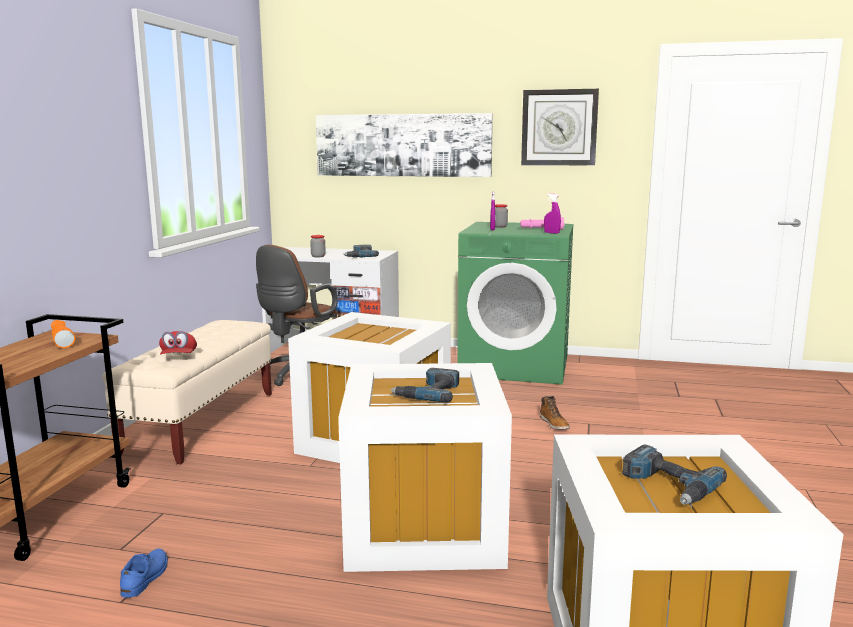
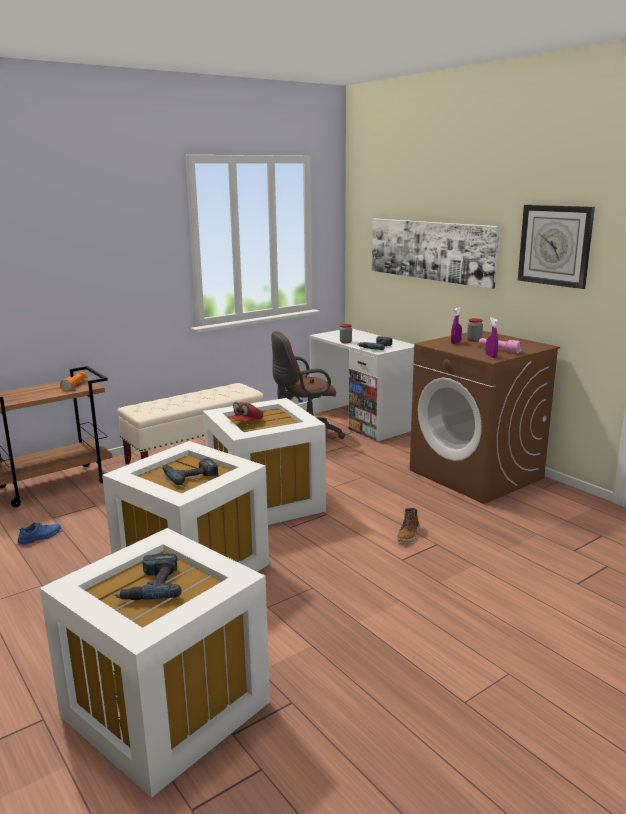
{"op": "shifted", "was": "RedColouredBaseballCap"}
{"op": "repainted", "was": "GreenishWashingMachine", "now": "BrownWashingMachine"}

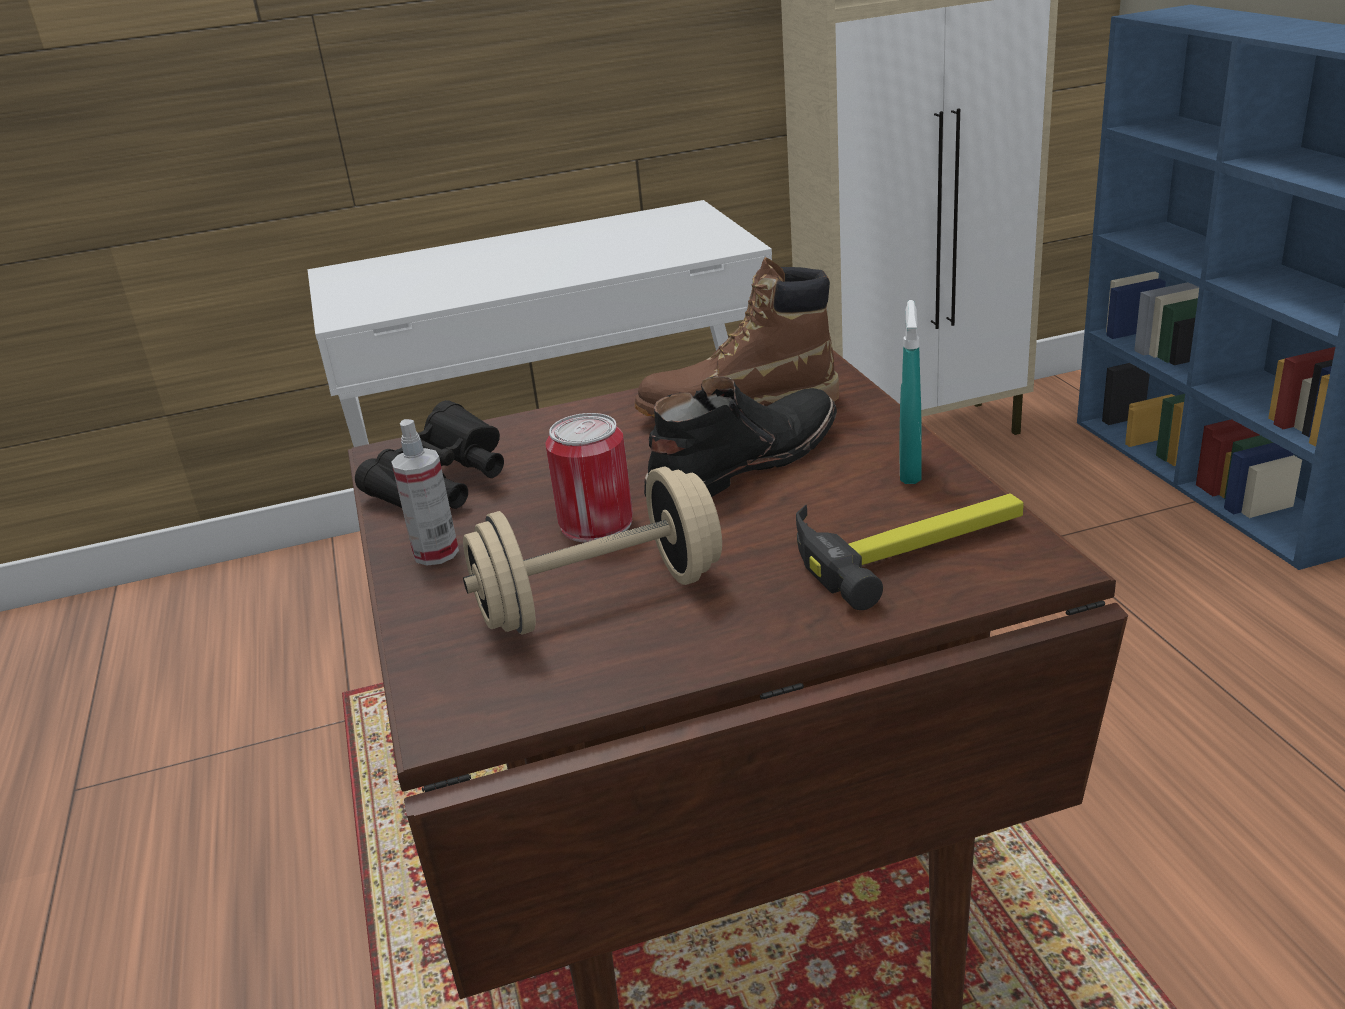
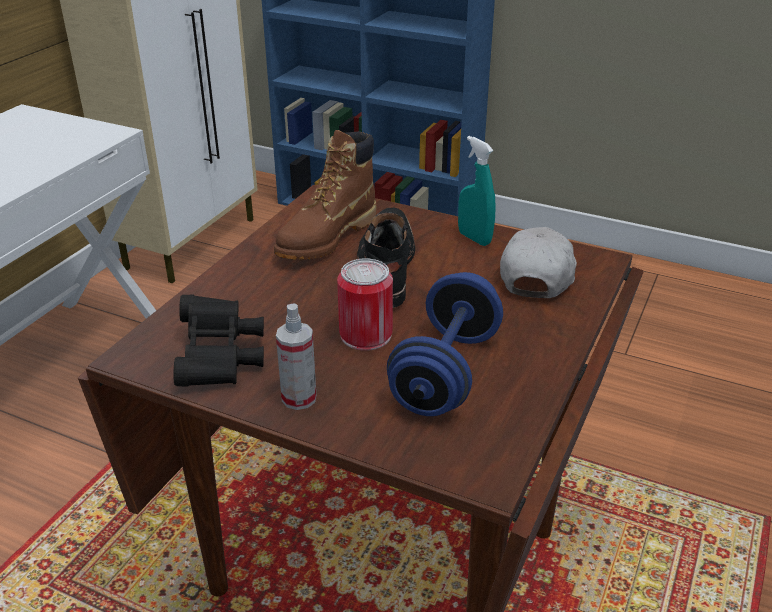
{"op": "repainted", "was": "BeigeColouredFreeWeight", "now": "BlueColouredFreeWeight"}
{"op": "swapped", "was": "Hammer", "now": "WhiteColouredBaseballCap"}

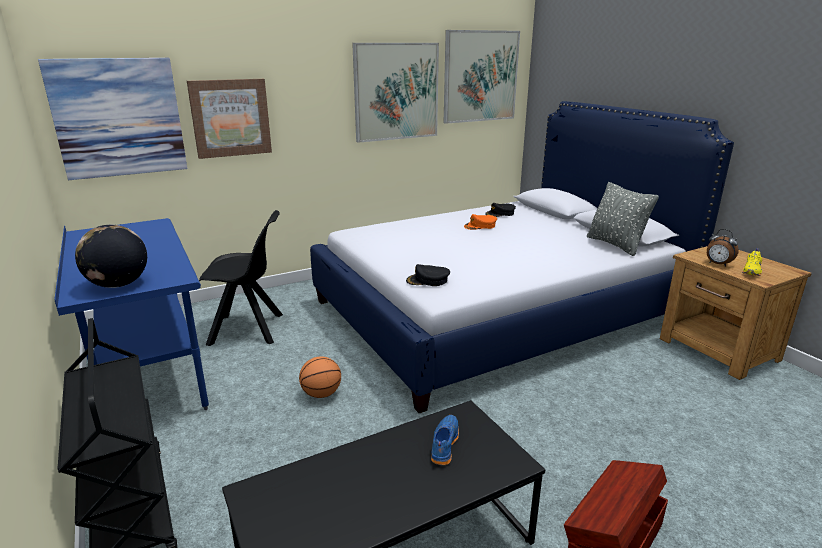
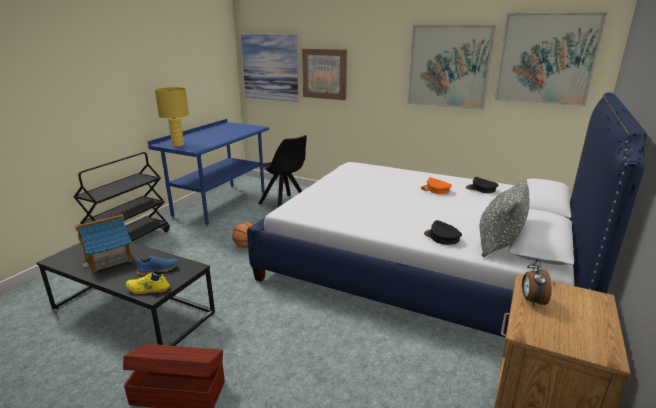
{"op": "swapped", "was": "WorldGlobe", "now": "YellowColouredTabletopLamp"}
{"op": "shifted", "was": "BlackBaseballCap (no. 1 from left)"}
{"op": "shifted", "was": "YellowColouredLowShoe"}
{"op": "new", "now": "MiniatureHouse"}

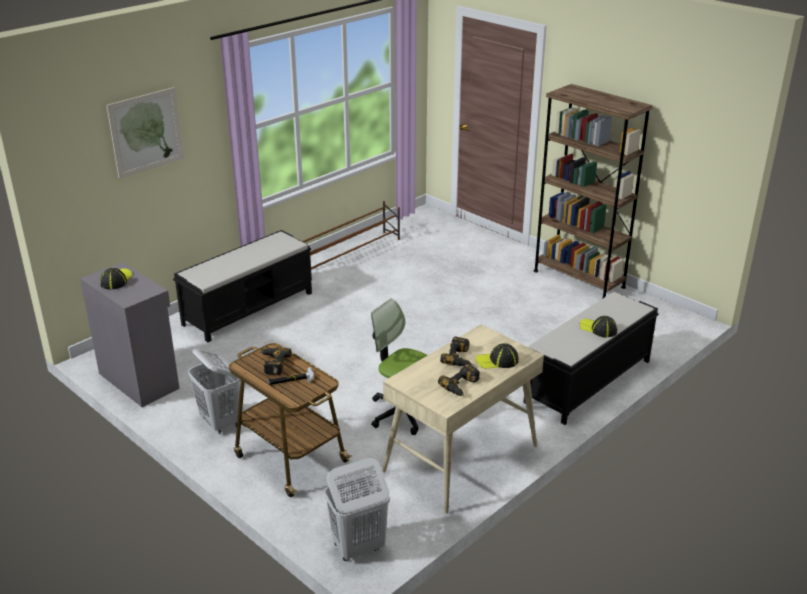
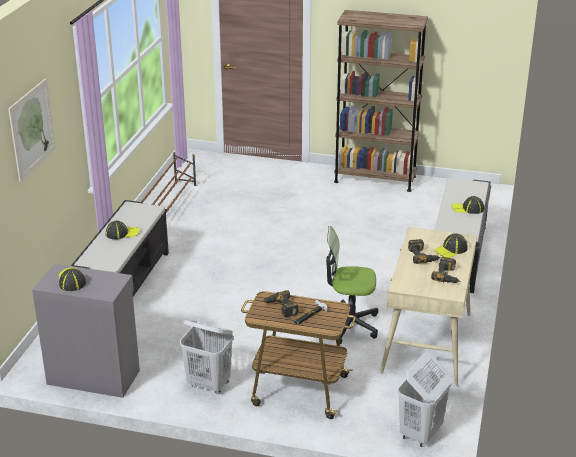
{"op": "new", "now": "BaseballCap (no. 2 from left)"}

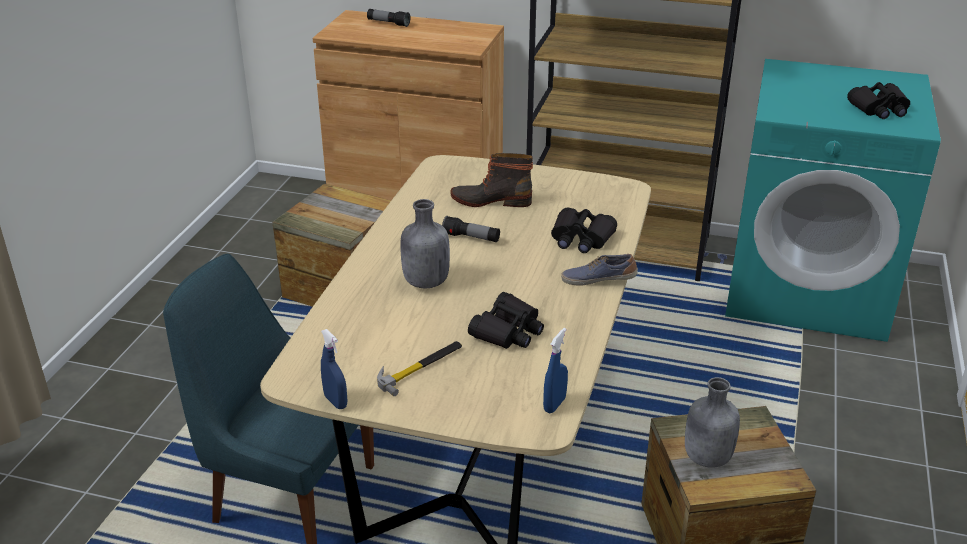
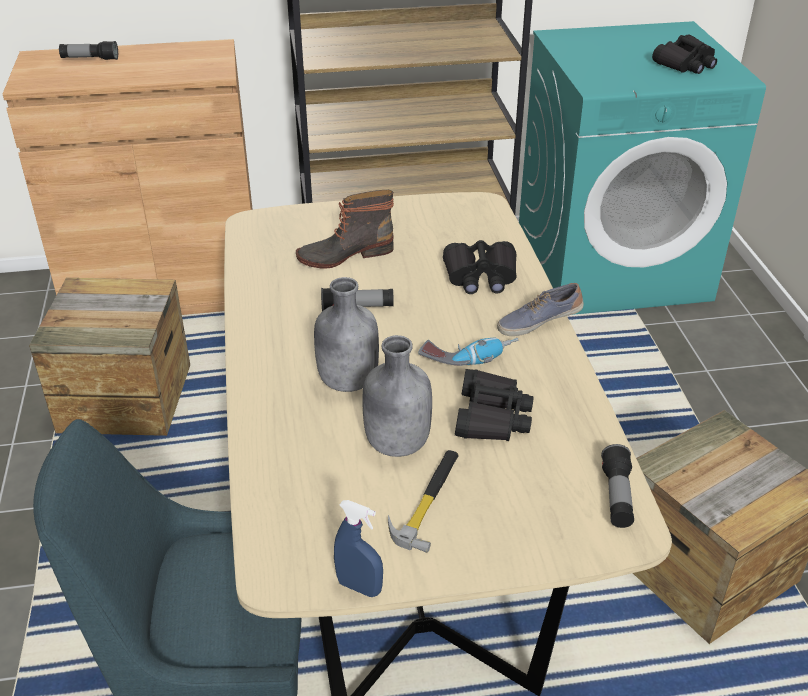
{"op": "swapped", "was": "BlueColouredSprayBottle (no. 2 from left)", "now": "Torch (no. 3 from left)"}
{"op": "shifted", "was": "GrayBottle (no. 2 from left)"}
{"op": "new", "now": "ElectricDrill"}

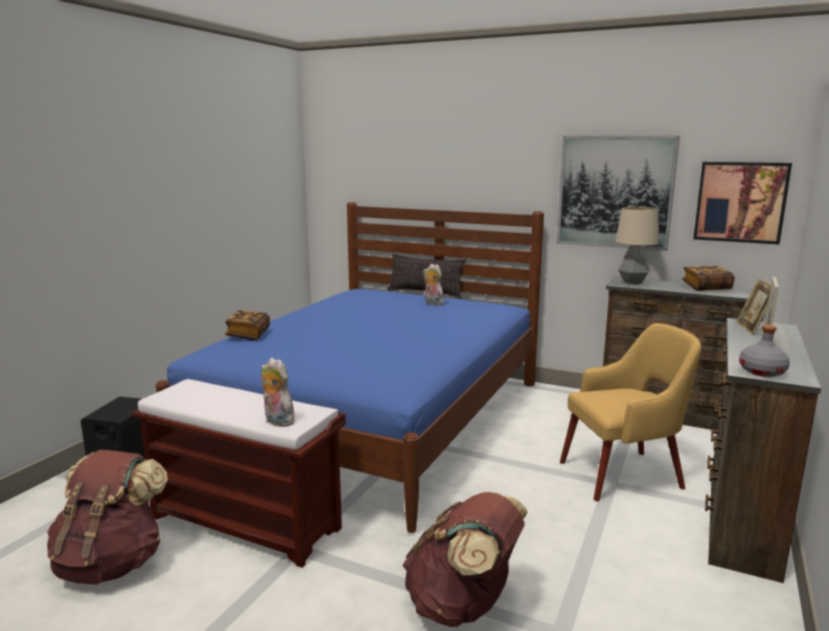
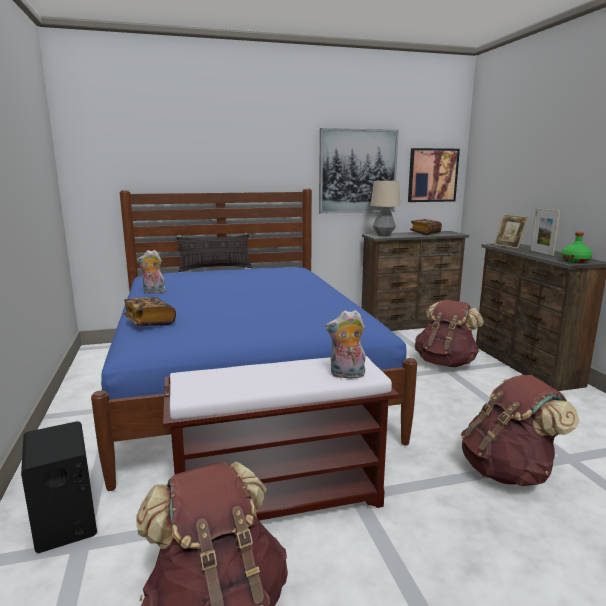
{"op": "shifted", "was": "PlushToy (no. 2 from left in the first image)", "now": "PlushToy (no. 1 from left)"}
{"op": "swapped", "was": "YellowColouredLoungeChair", "now": "BrownKnapsack (no. 2 from left)"}
{"op": "repainted", "was": "GrayBottle", "now": "GreenishBottle"}

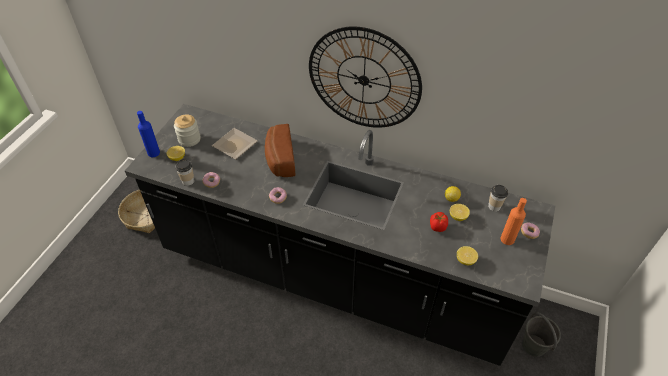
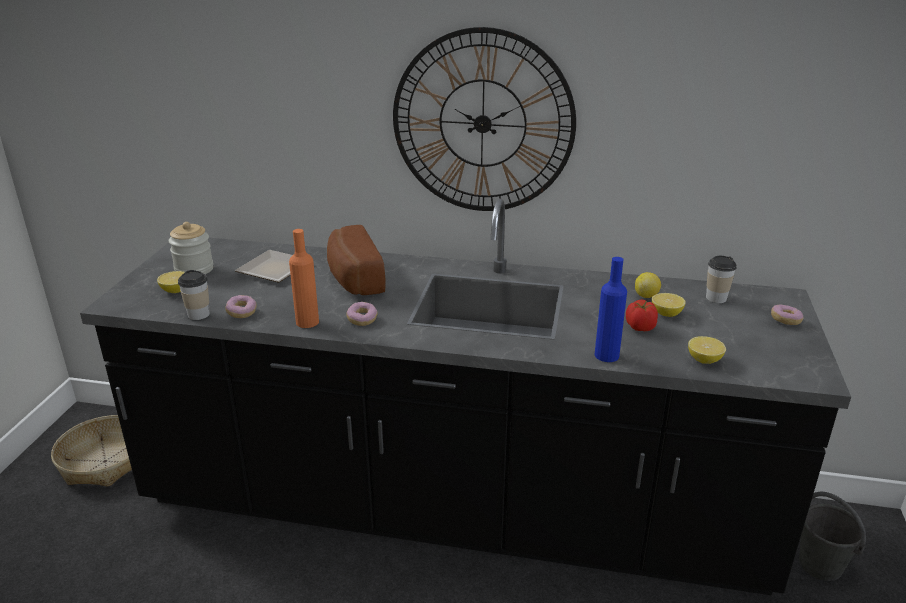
{"op": "shifted", "was": "BlueColouredBottle"}
{"op": "shifted", "was": "OrangeBottle"}

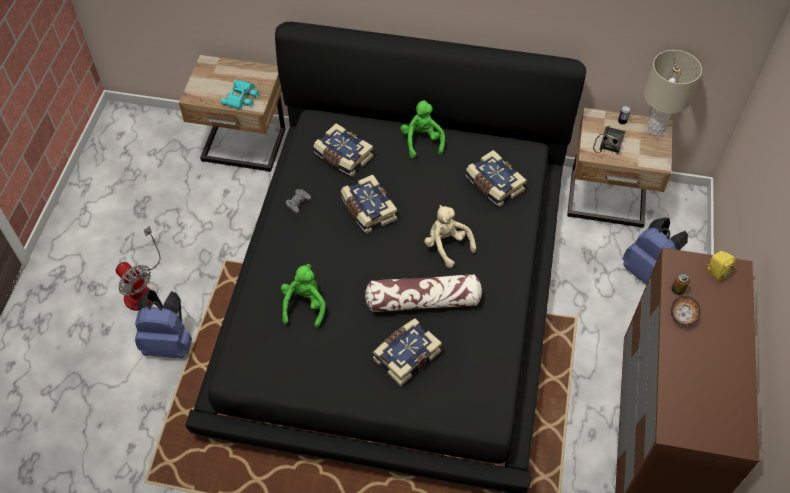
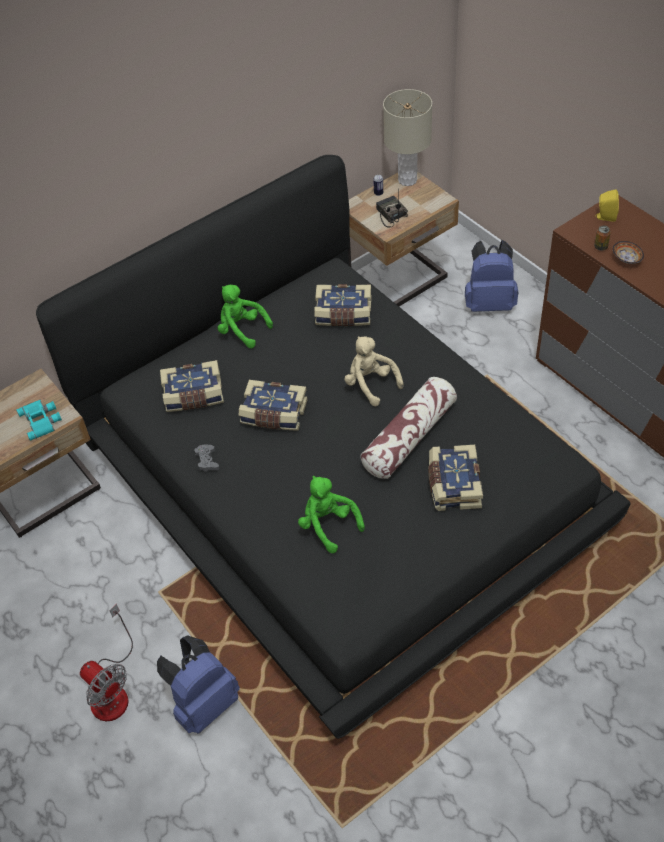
{"op": "rotated", "was": "Fan", "clockwise": 45}
{"op": "rotated", "was": "BeigeColouredPlushToy", "clockwise": 45}

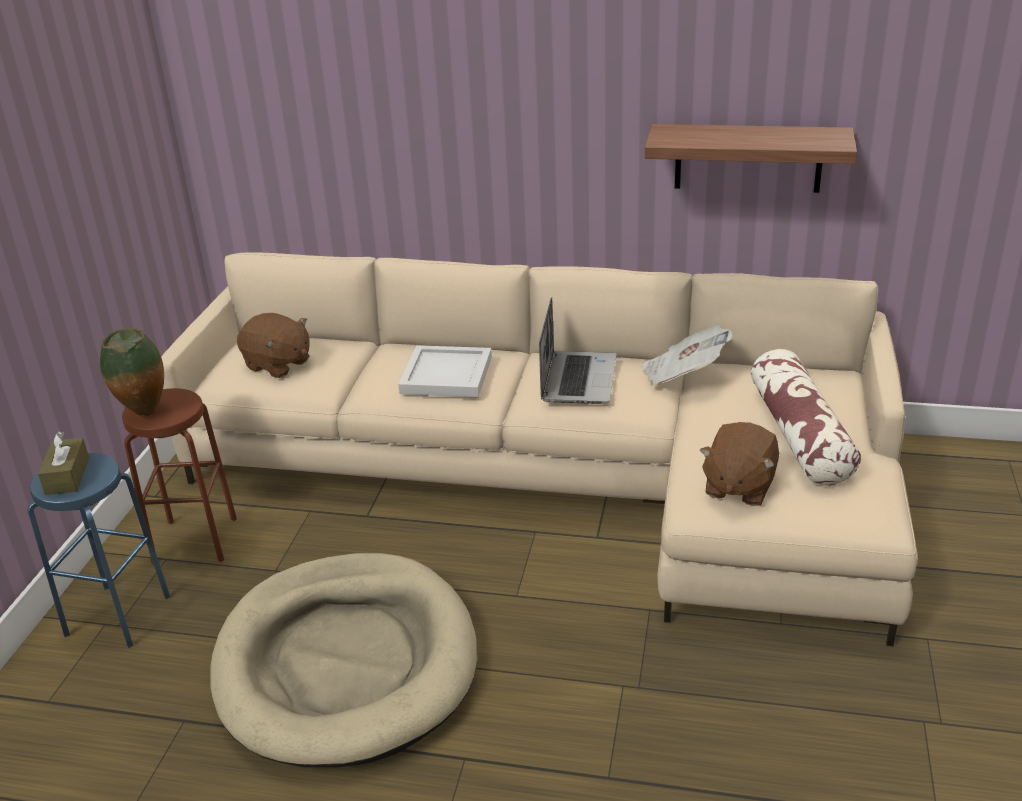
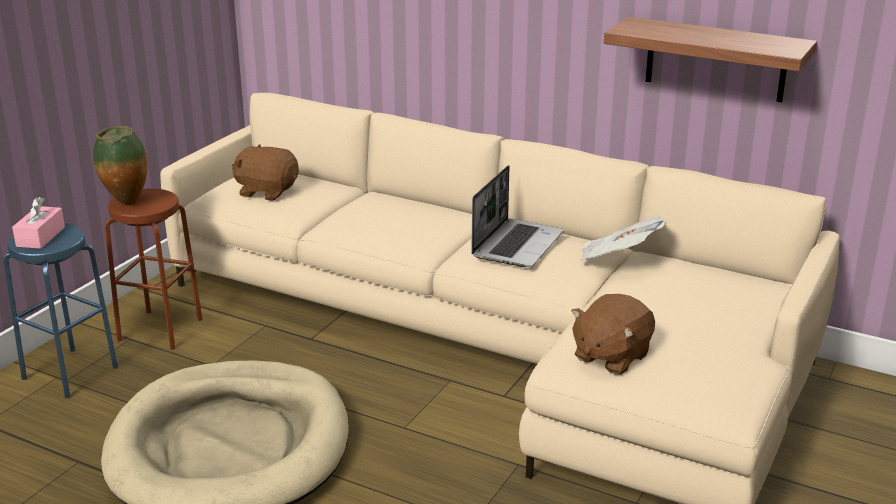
{"op": "repainted", "was": "BrownBoxOfTissues", "now": "PinkBoxOfTissues"}
{"op": "rotated", "was": "BrownPlushToy (no. 1 from left)", "clockwise": 150}
{"op": "gone", "was": "WhiteColouredTray"}
{"op": "gone", "was": "Cushion"}

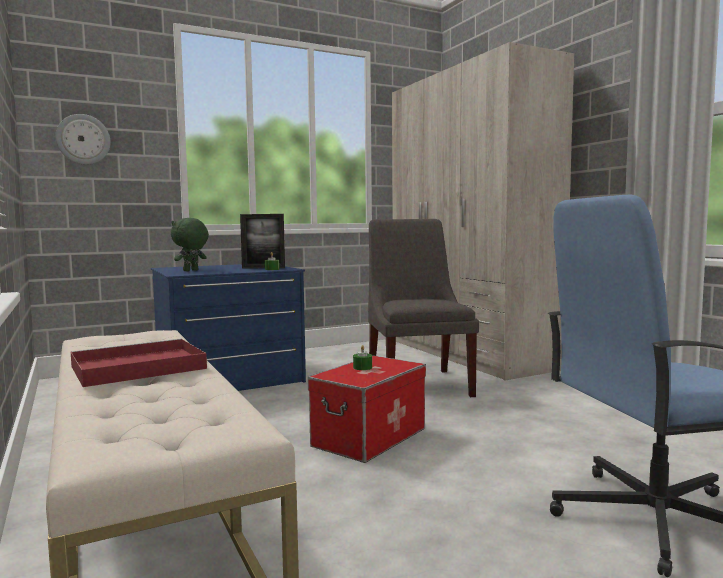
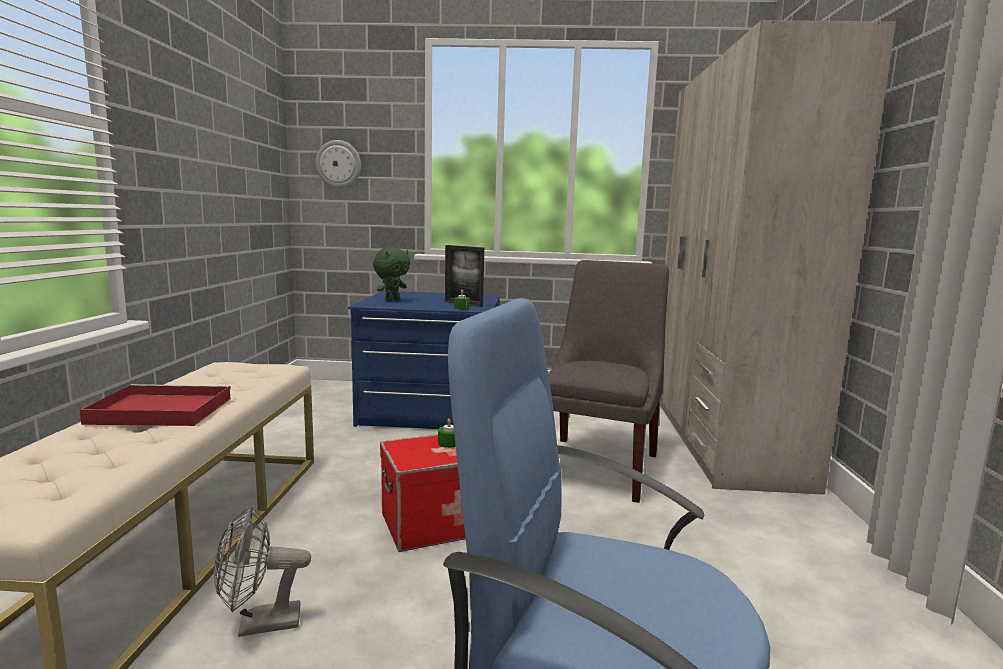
{"op": "rotated", "was": "GreenishPlushToy", "clockwise": 150}
{"op": "new", "now": "GrayFan"}

